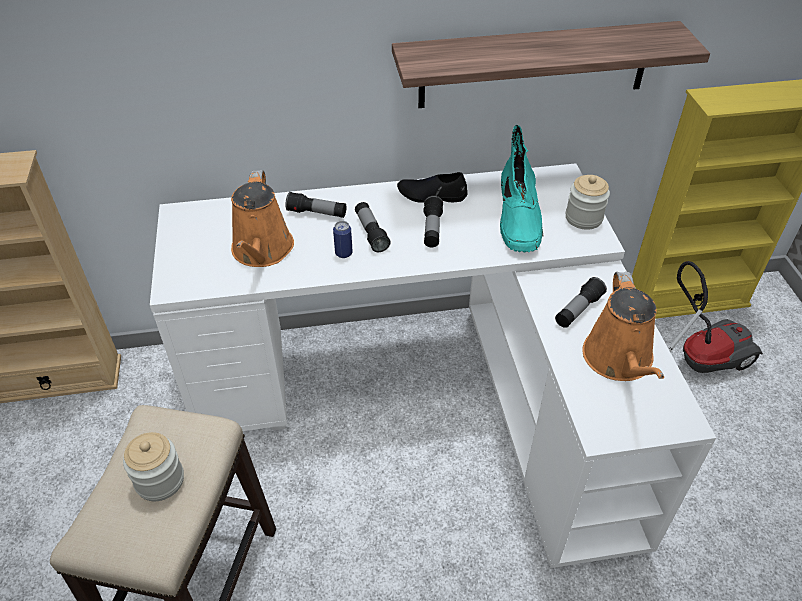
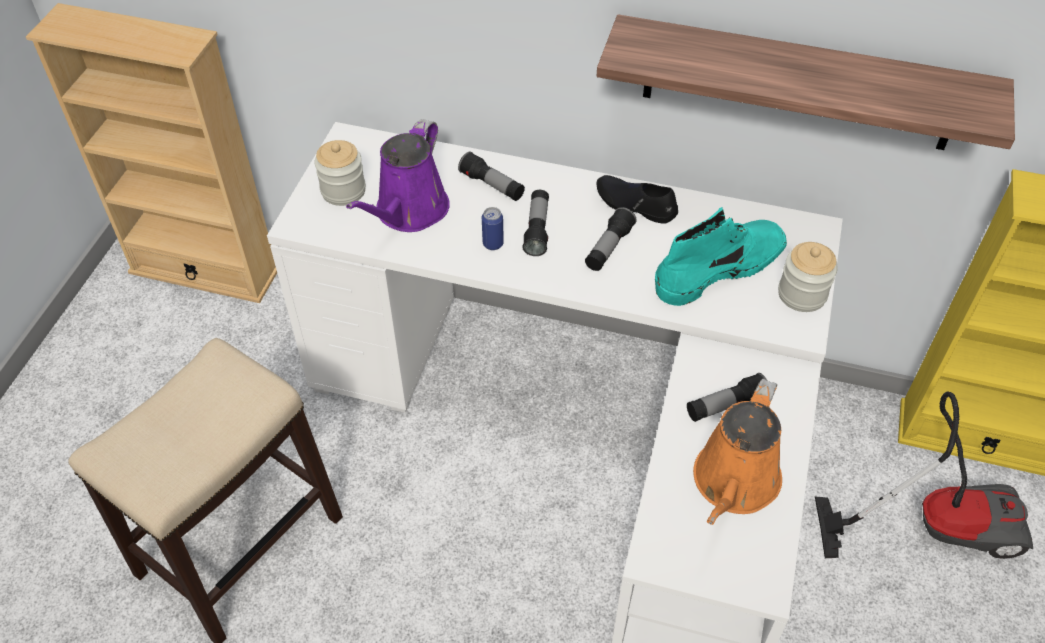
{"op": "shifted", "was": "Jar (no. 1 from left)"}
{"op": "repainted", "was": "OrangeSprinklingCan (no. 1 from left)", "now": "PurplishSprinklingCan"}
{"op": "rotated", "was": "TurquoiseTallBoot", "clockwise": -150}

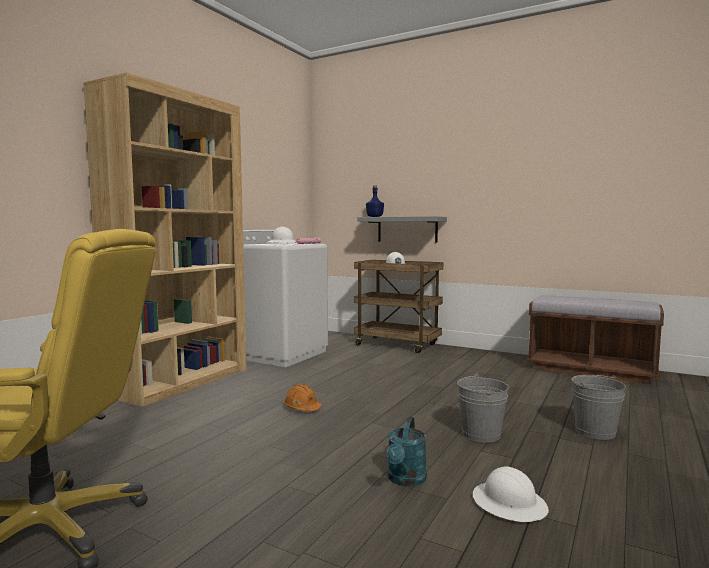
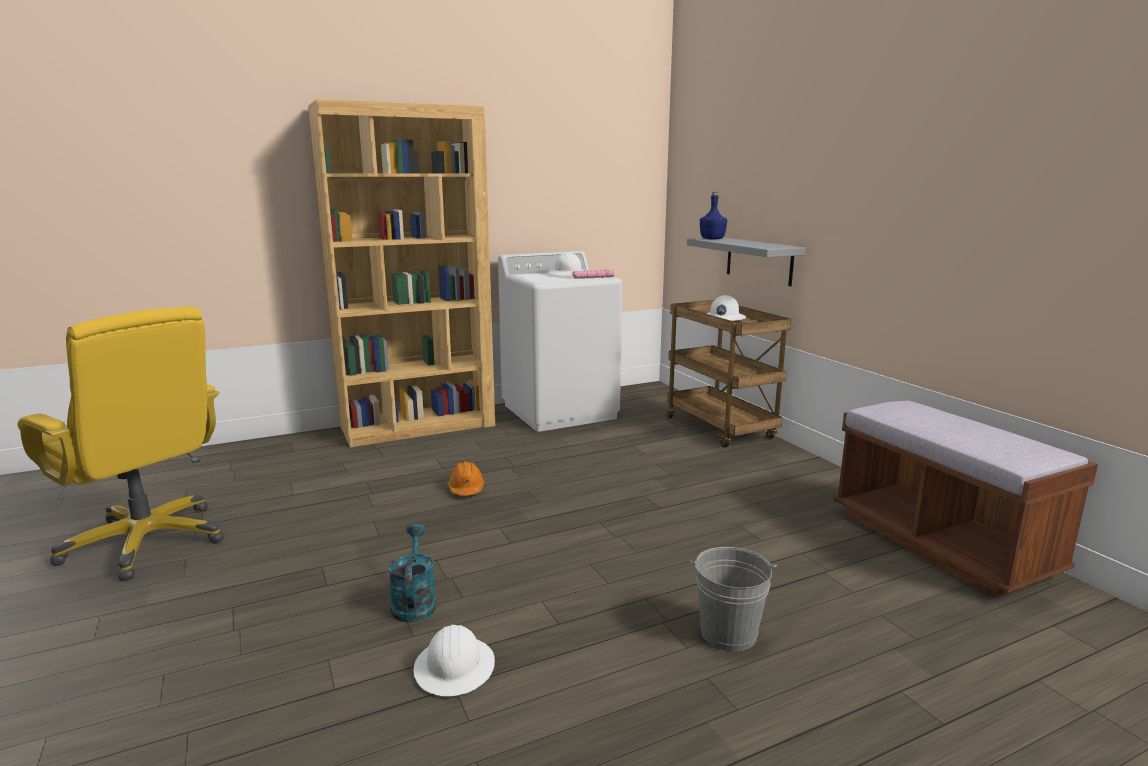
{"op": "rotated", "was": "TurquoiseSprinklingCan", "clockwise": 120}
{"op": "gone", "was": "GrayBucket (no. 1 from left)"}

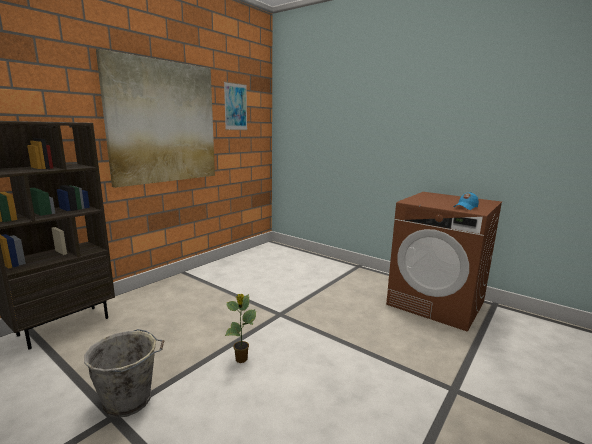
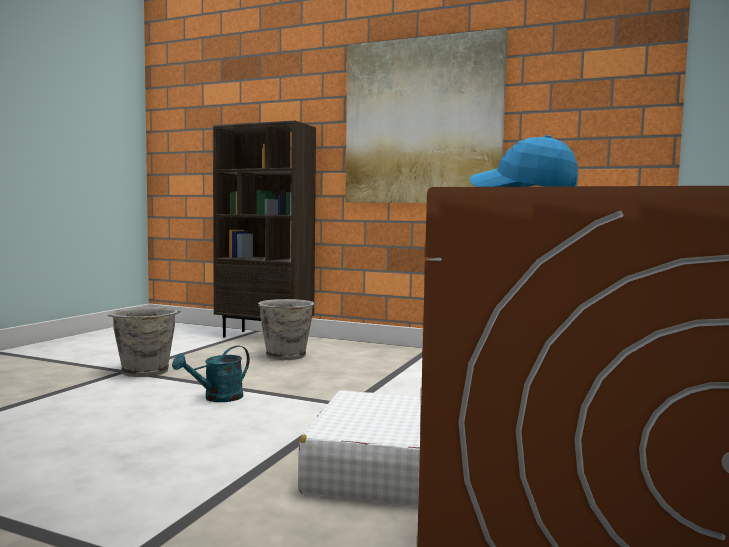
{"op": "gone", "was": "Picture (no. 2 from left)"}
{"op": "swapped", "was": "Houseplant", "now": "TurquoiseSprinklingCan"}
{"op": "new", "now": "GrayBucket (no. 2 from left)"}
{"op": "new", "now": "WhiteColouredTravelCase"}

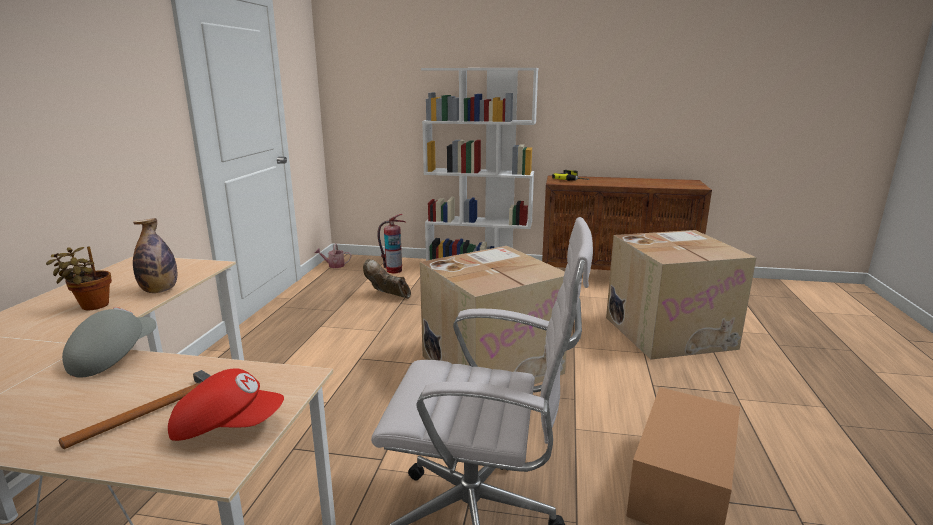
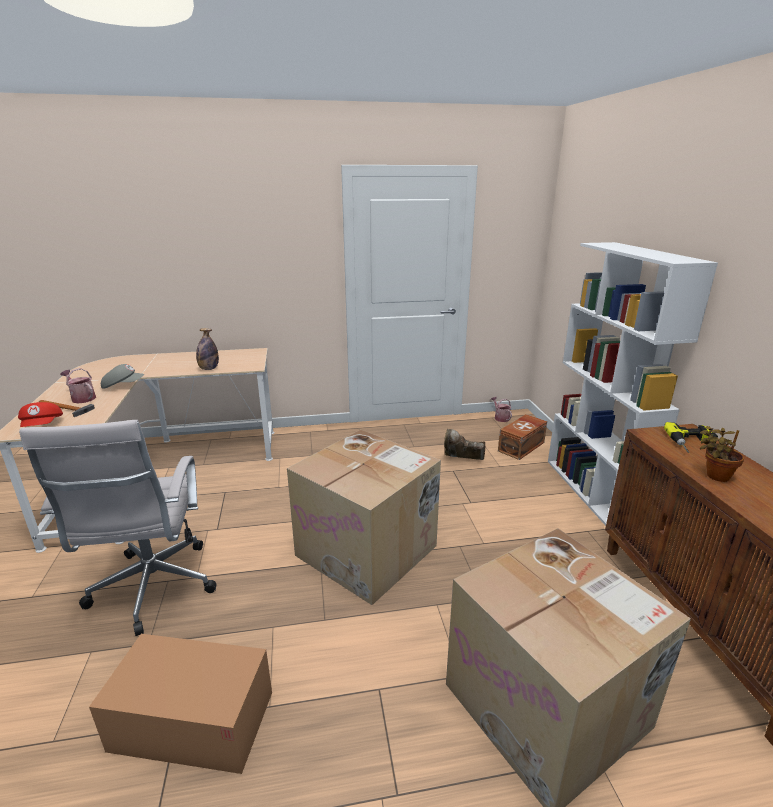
{"op": "shifted", "was": "Houseplant"}
{"op": "rotated", "was": "BrownTallBoot", "clockwise": -90}
{"op": "swapped", "was": "FireFightingCylinder", "now": "BrownStorageContainer"}
{"op": "new", "now": "SprinklingCan (no. 1 from left)"}

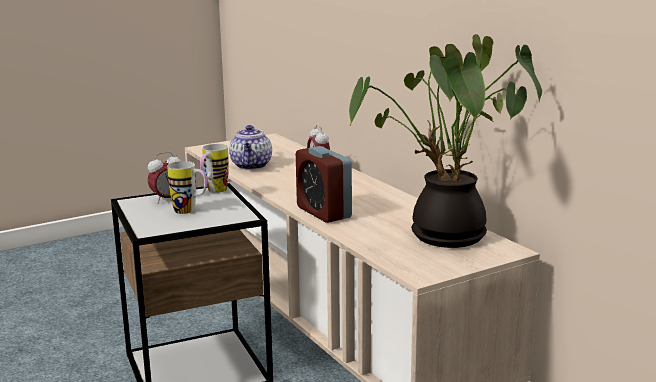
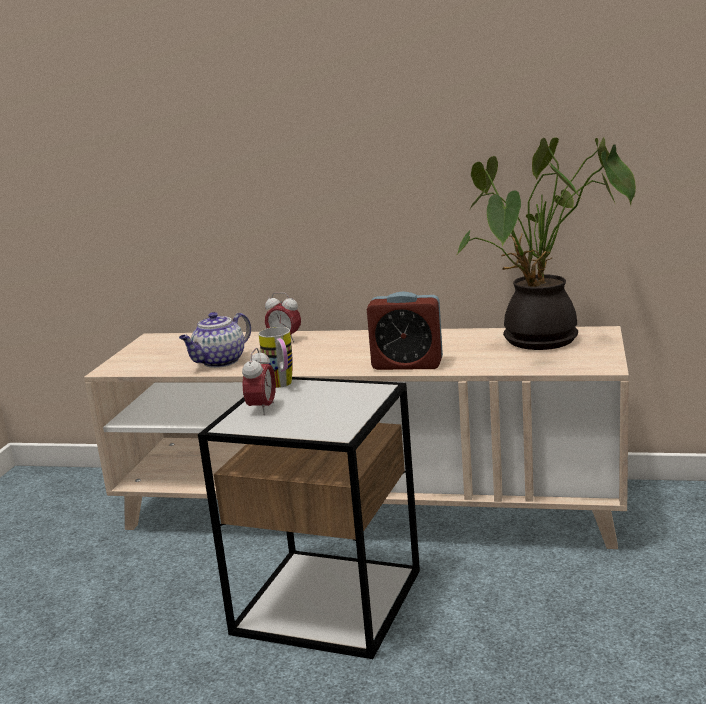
{"op": "gone", "was": "CoffeeMug (no. 1 from left)"}
{"op": "rotated", "was": "TeaPot", "clockwise": 90}

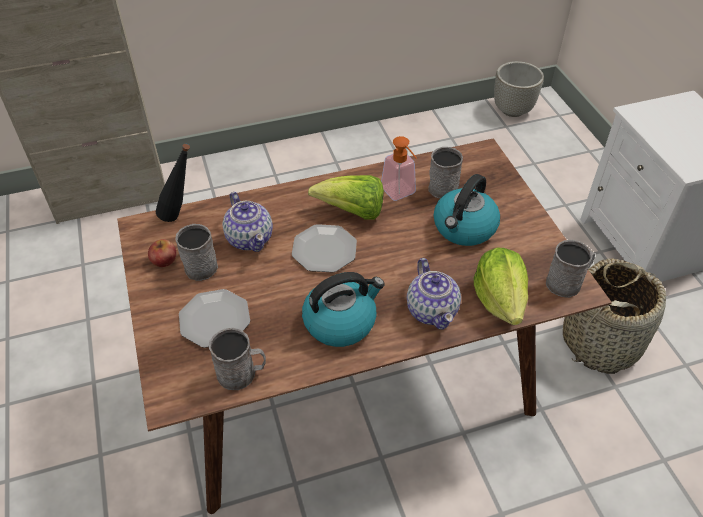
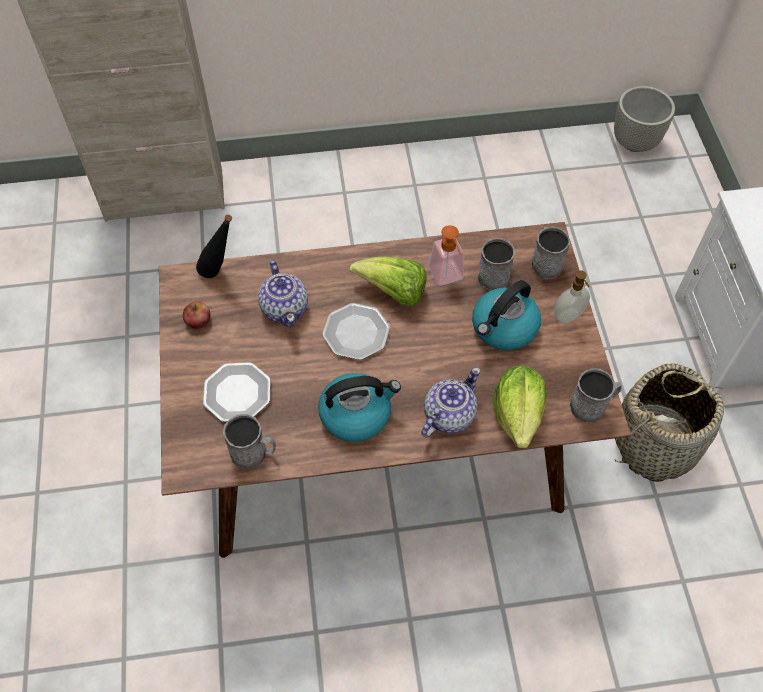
{"op": "shifted", "was": "GrayCoffeeMug (no. 1 from left in the first image)", "now": "GrayCoffeeMug (no. 3 from left)"}
{"op": "rotated", "was": "TeaPot (no. 2 from left)", "clockwise": -135}
{"op": "new", "now": "SoapBottle (no. 2 from left)"}

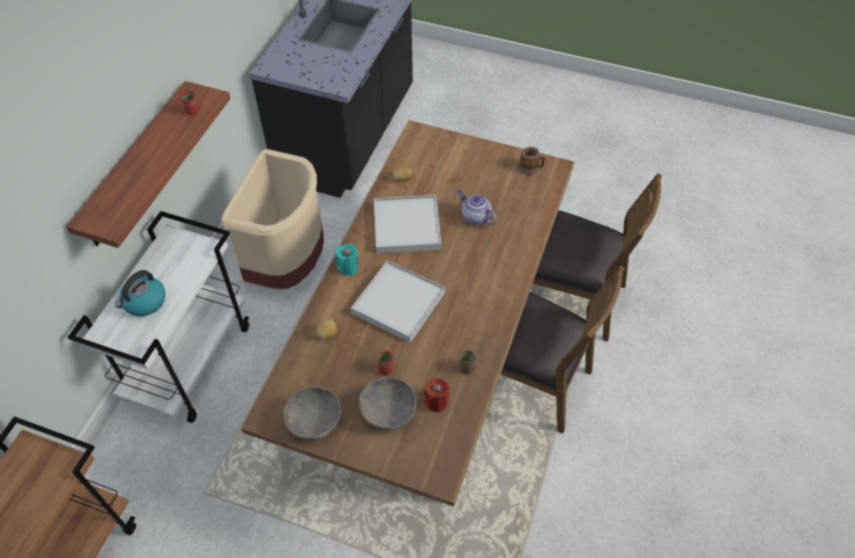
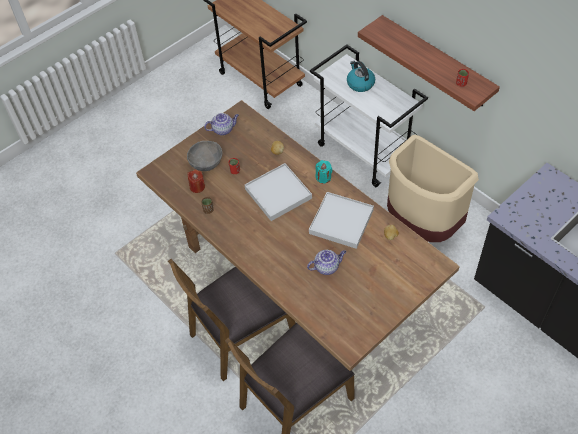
{"op": "swapped", "was": "GrayServingBowl (no. 1 from left)", "now": "TeaPot (no. 1 from left)"}
{"op": "gone", "was": "CoffeeMug"}

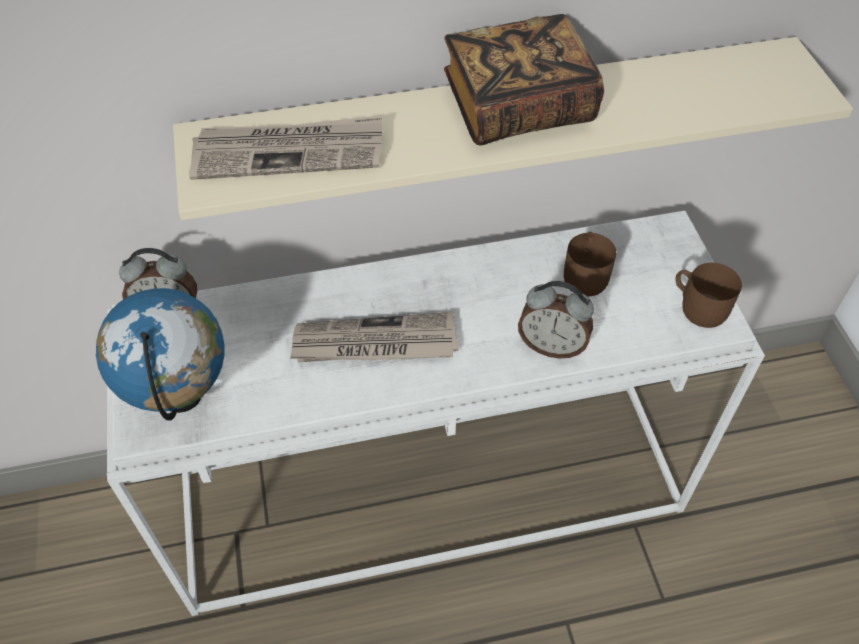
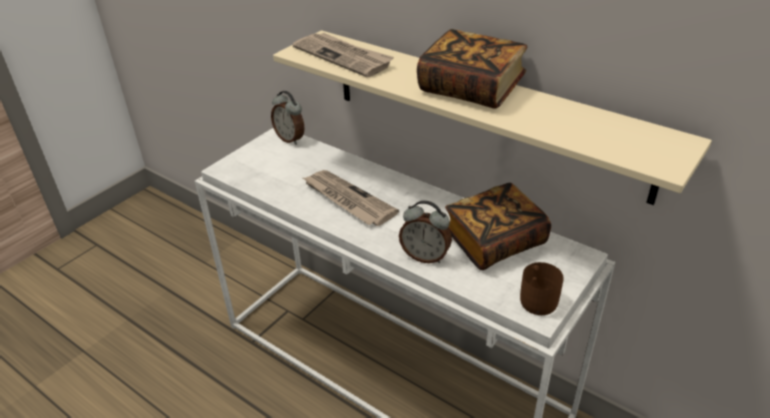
{"op": "gone", "was": "WorldGlobe"}
{"op": "rotated", "was": "AlarmClock (no. 2 from left)", "clockwise": -45}
{"op": "swapped", "was": "BrownCoffeeMug (no. 1 from left)", "now": "Volume (no. 2 from left)"}

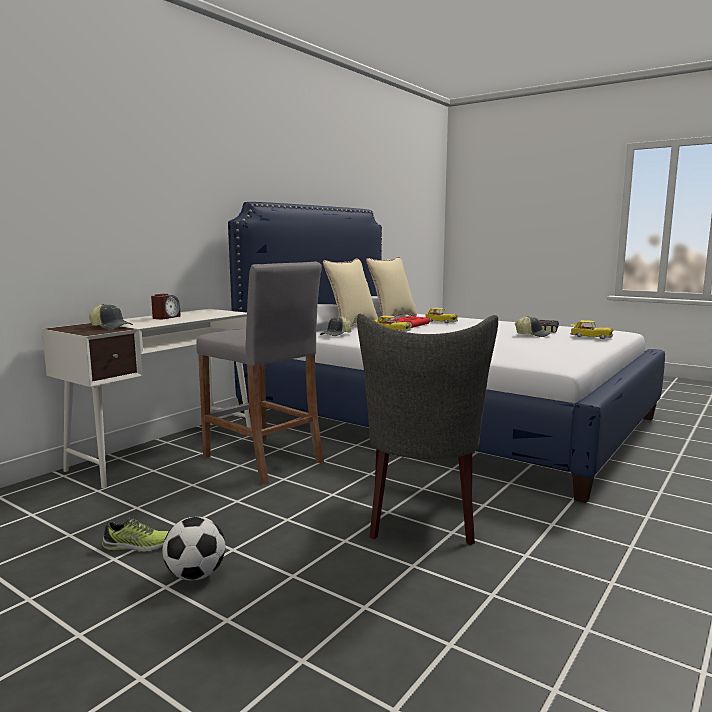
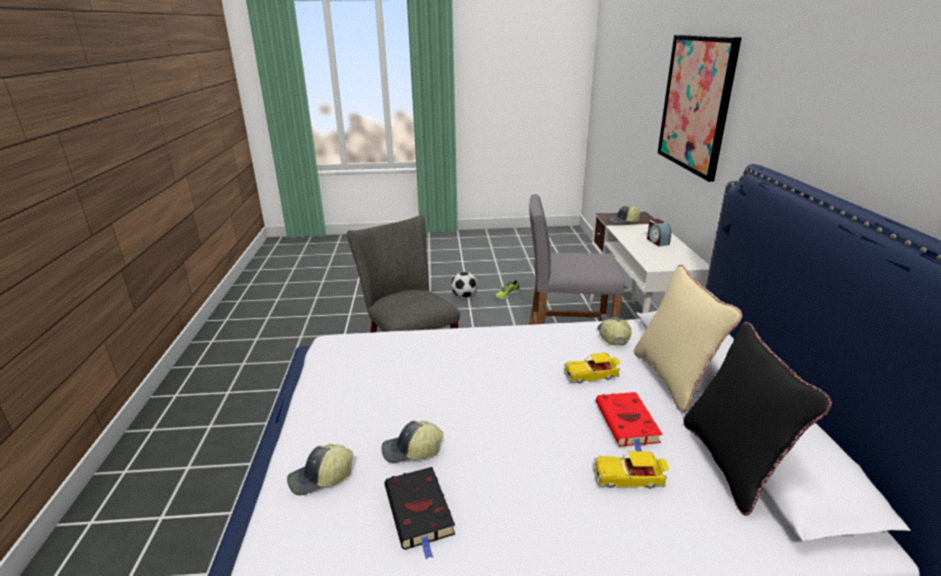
{"op": "repainted", "was": "BeigeColouredCushion (no. 2 from left)", "now": "BlackCushion"}
{"op": "swapped", "was": "MiniatureCar (no. 3 from left)", "now": "BaseballCap (no. 1 from left)"}
{"op": "new", "now": "Picture"}

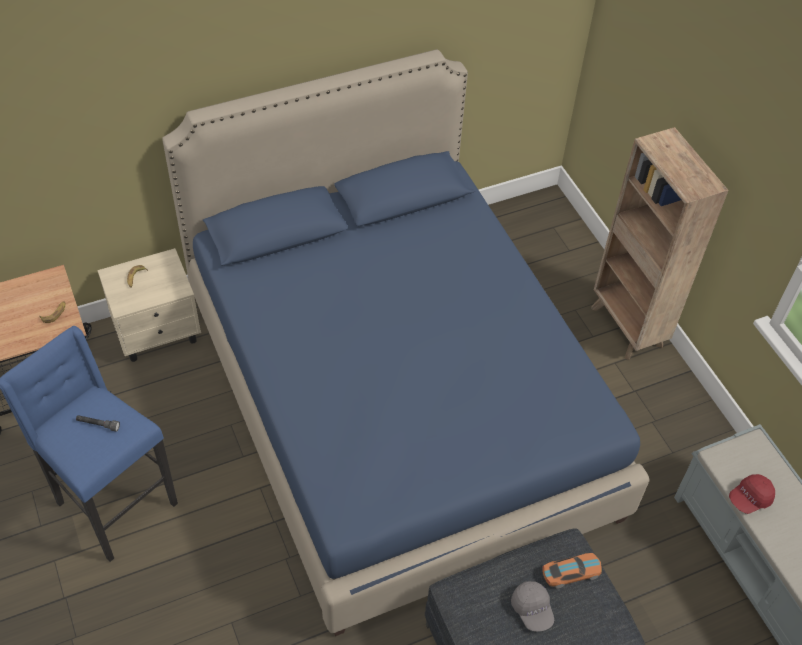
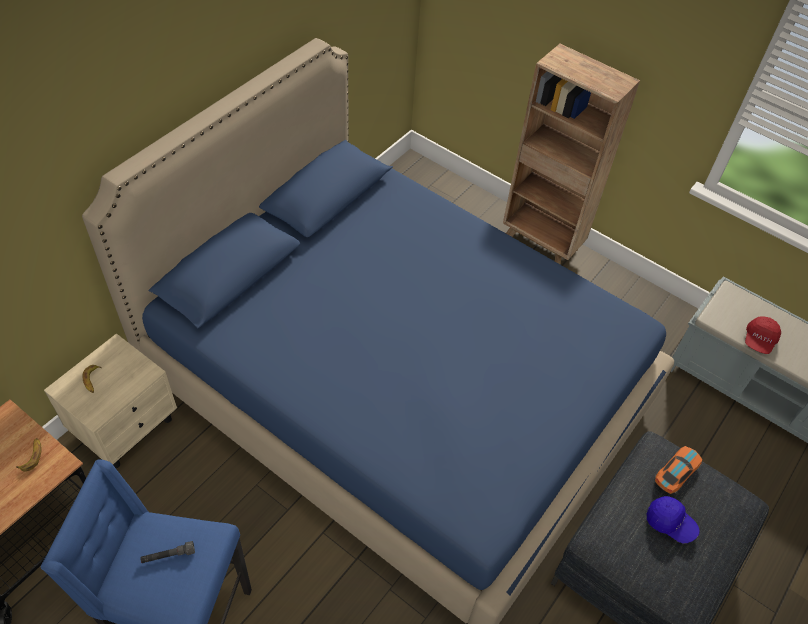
{"op": "repainted", "was": "GrayBaseballCap", "now": "BlueColouredBaseballCap"}

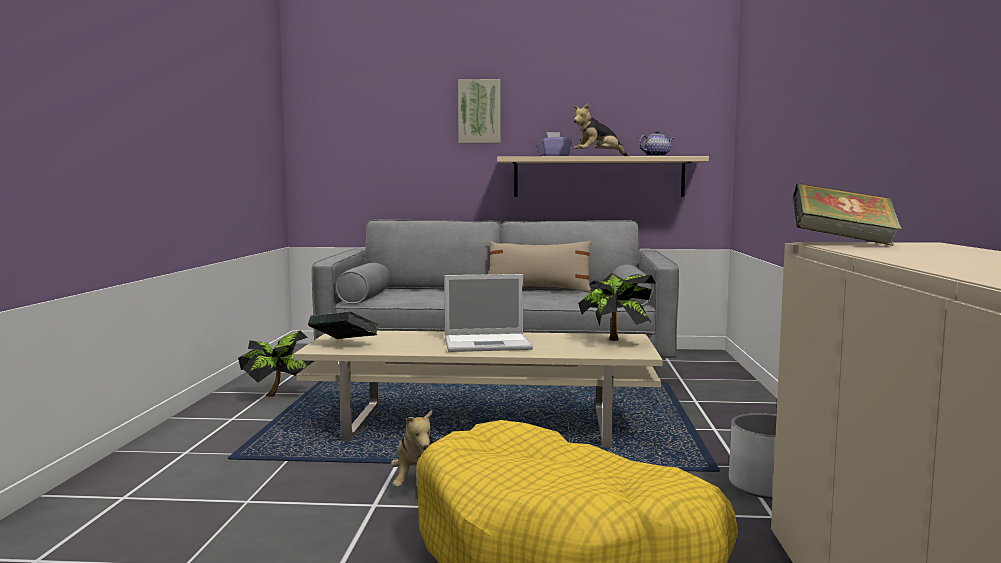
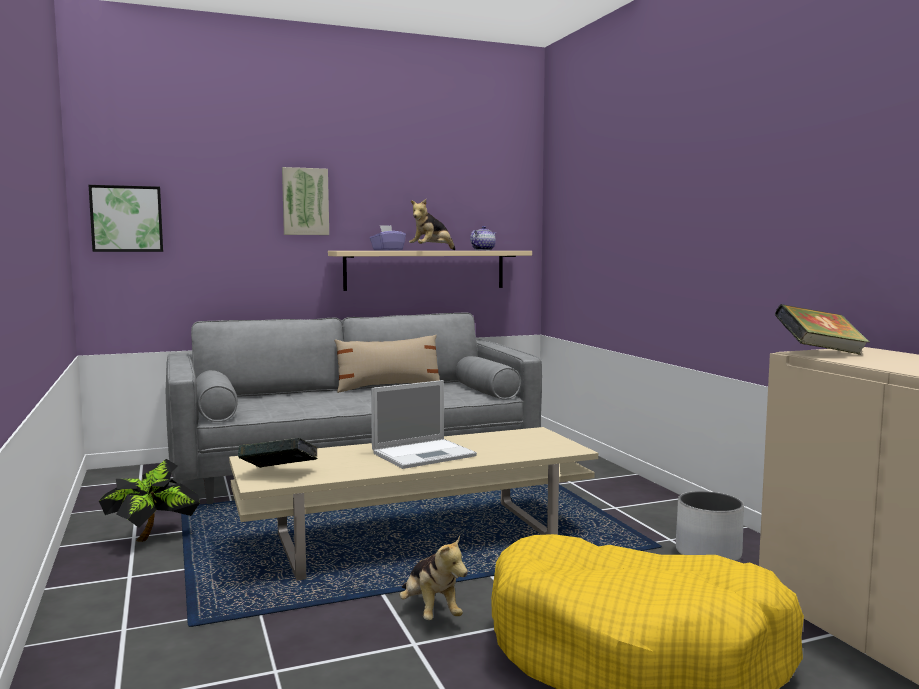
{"op": "gone", "was": "Houseplant (no. 2 from left)"}
{"op": "new", "now": "Picture (no. 1 from left)"}

